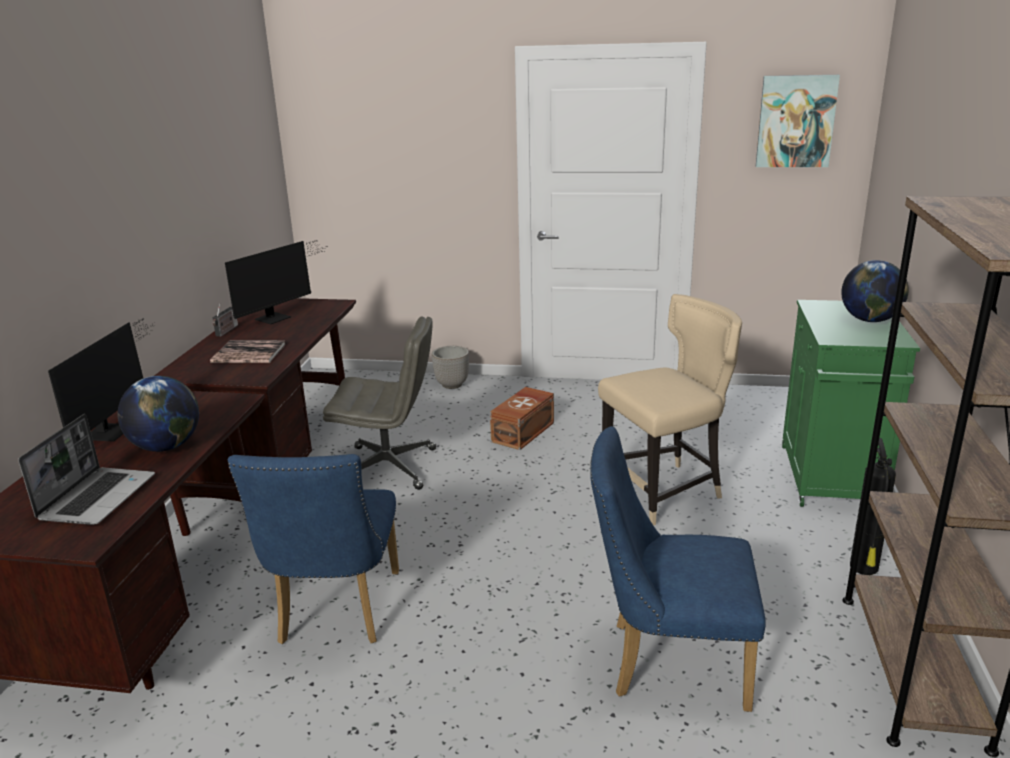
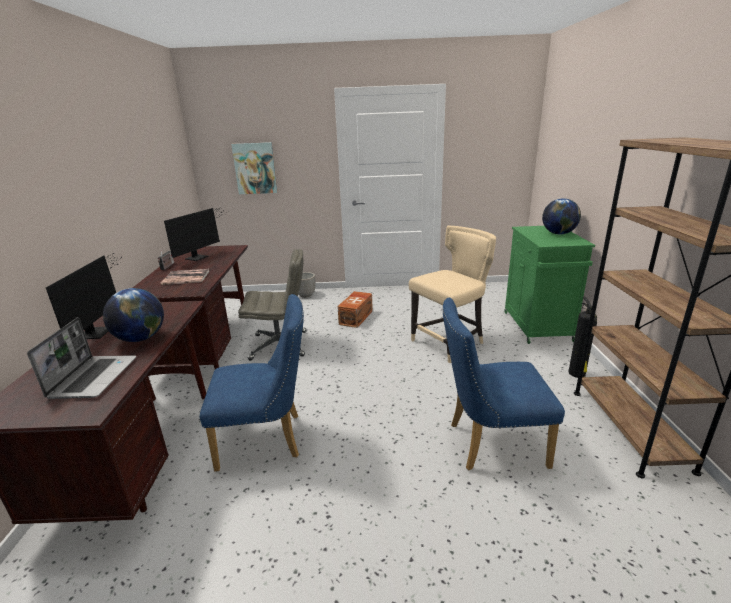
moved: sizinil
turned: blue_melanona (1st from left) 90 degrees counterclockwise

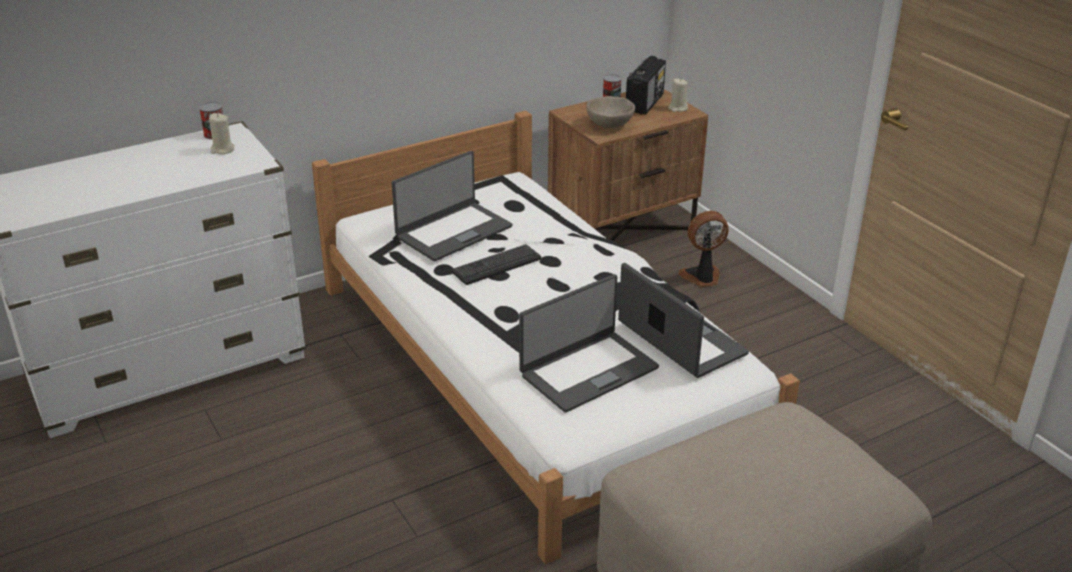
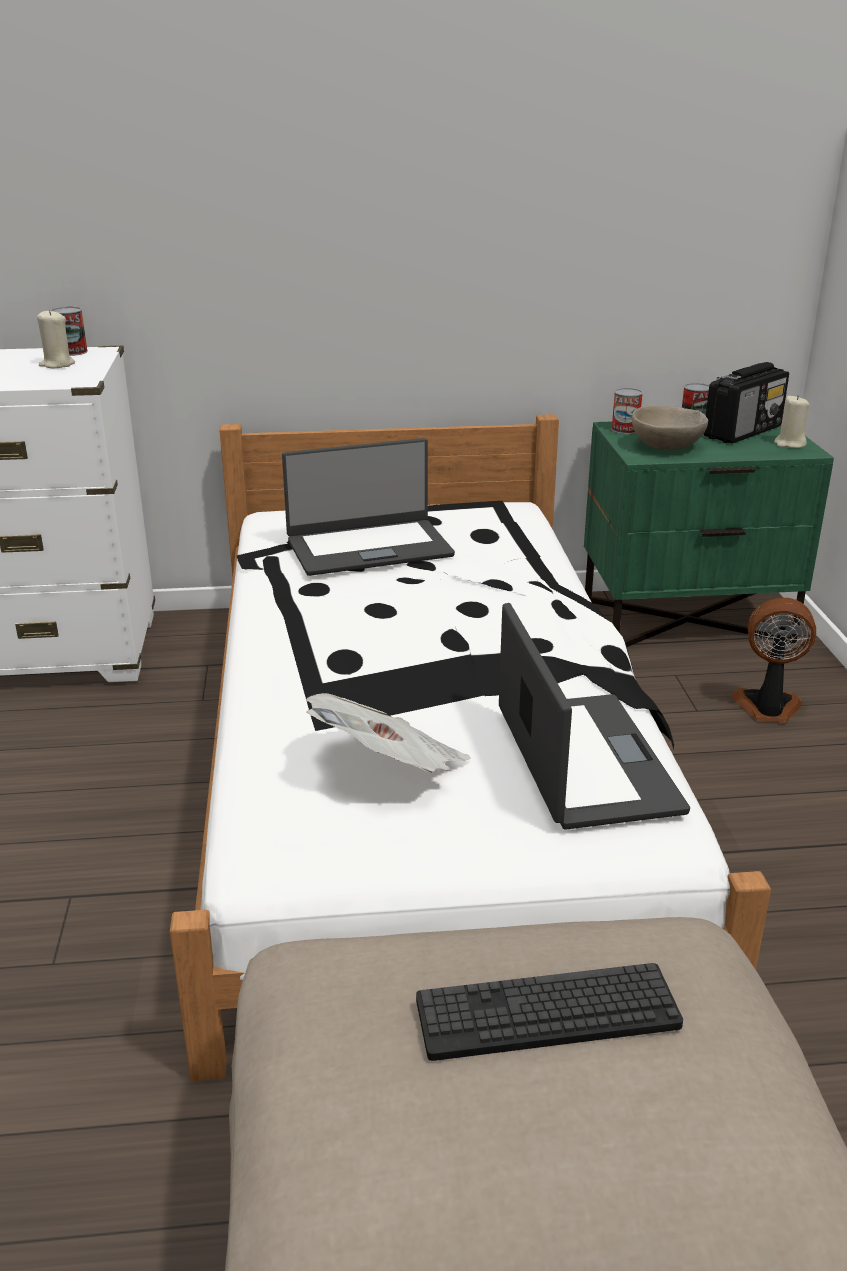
added: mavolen (2nd from left)
moved: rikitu
replaced: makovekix (2nd from left) to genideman
recoloured: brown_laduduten to green_laduduten

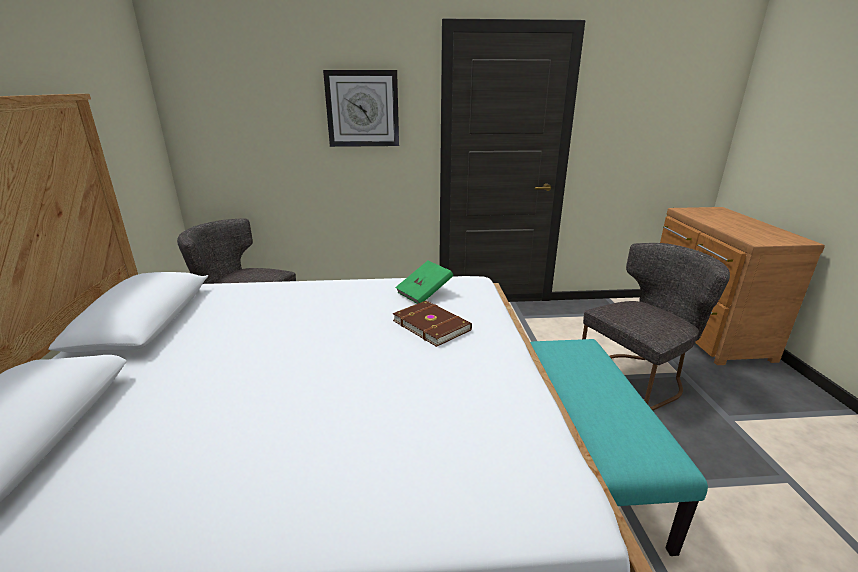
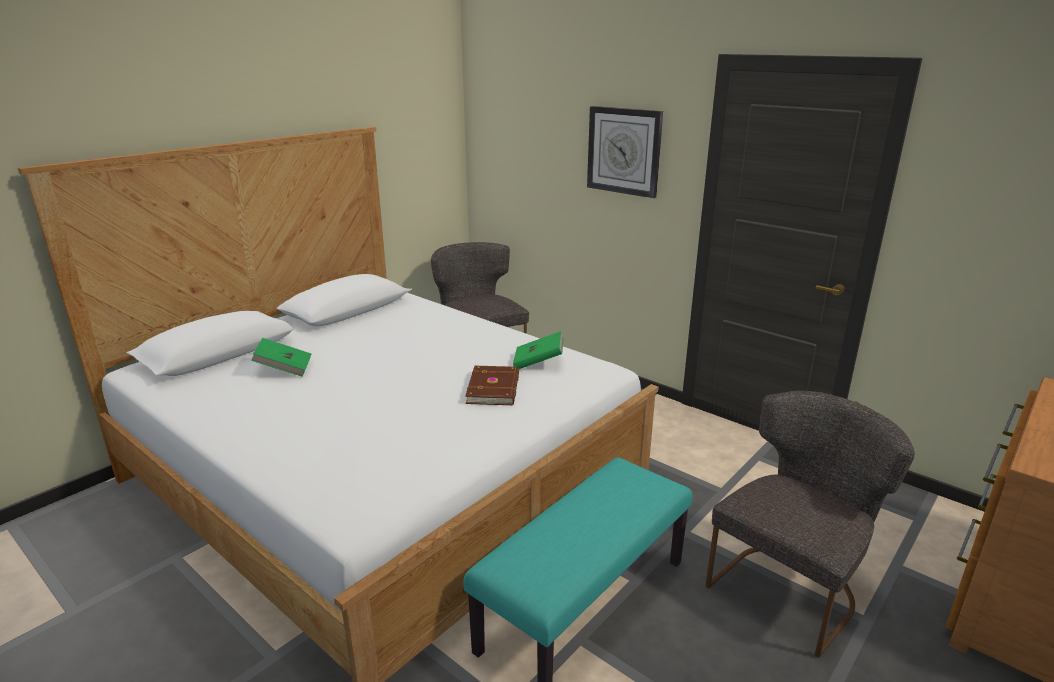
added: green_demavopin (1st from left)
turned: grey_melanona (2nd from left) 60 degrees counterclockwise

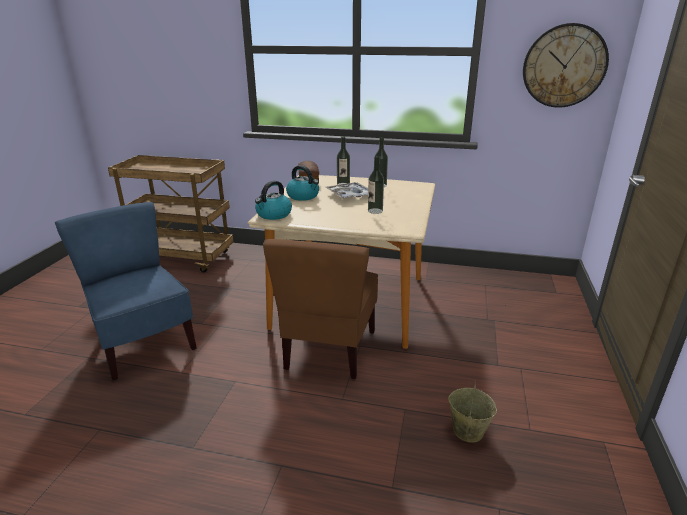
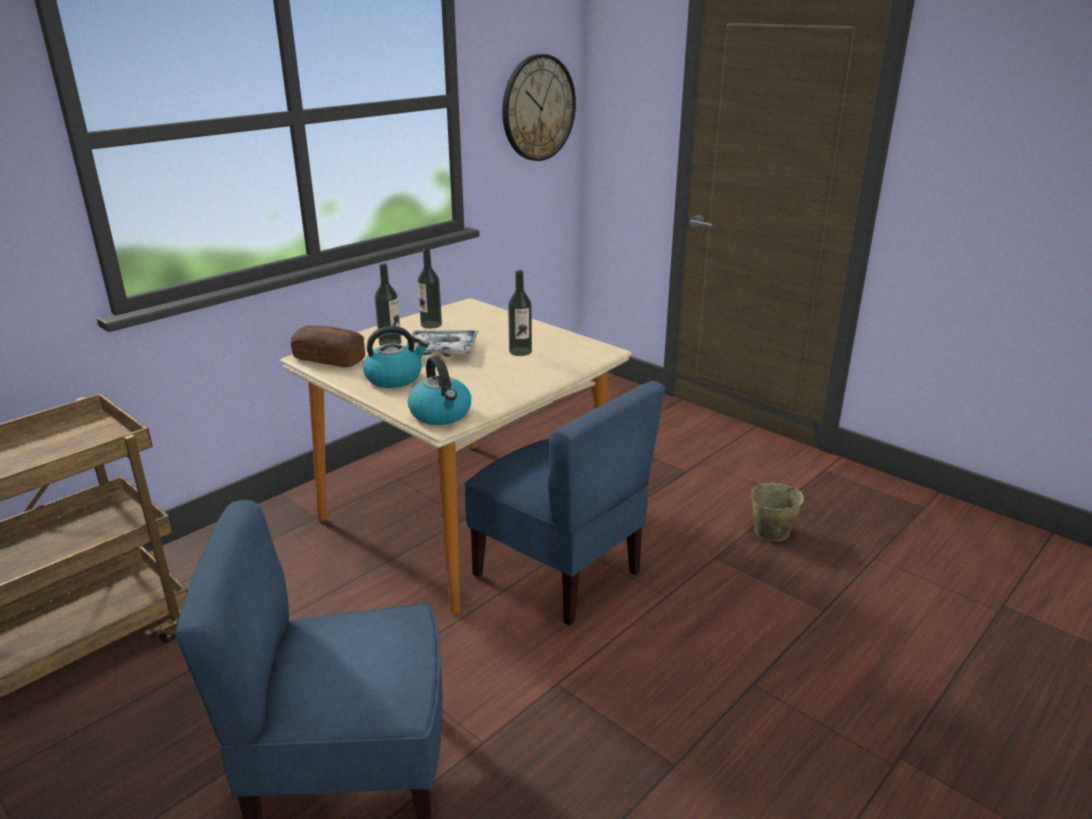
recoloured: brown_melanona to blue_melanona (2nd from left)

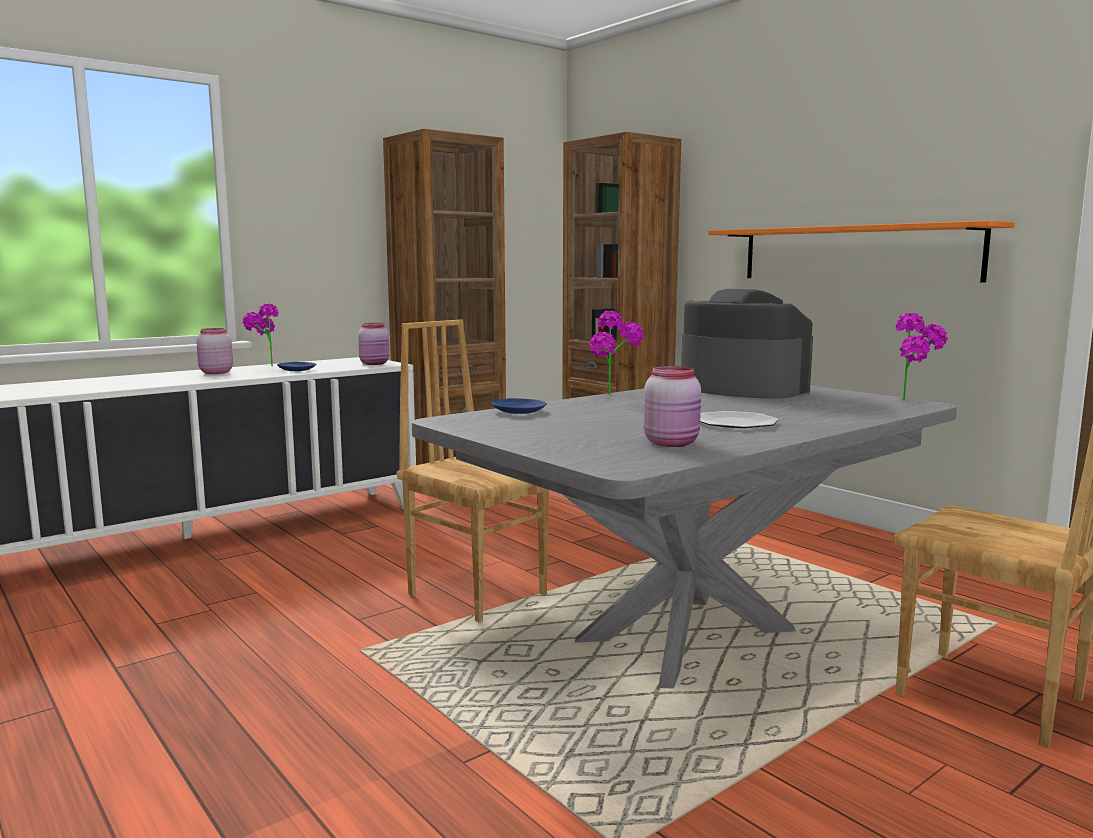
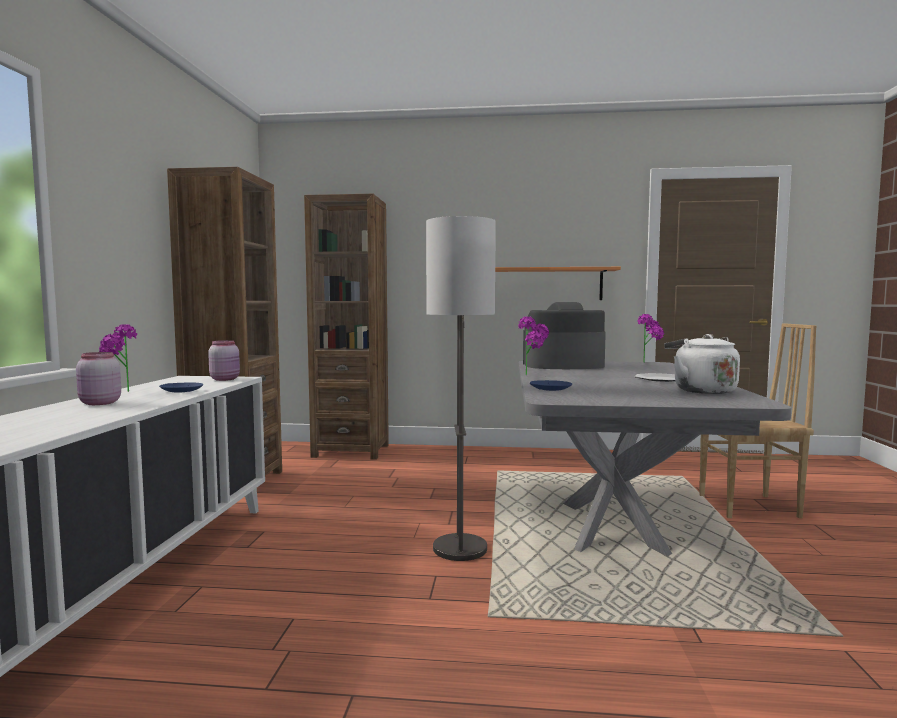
replaced: brown_melanona (1st from left) to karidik; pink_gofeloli (3rd from left) to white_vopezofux

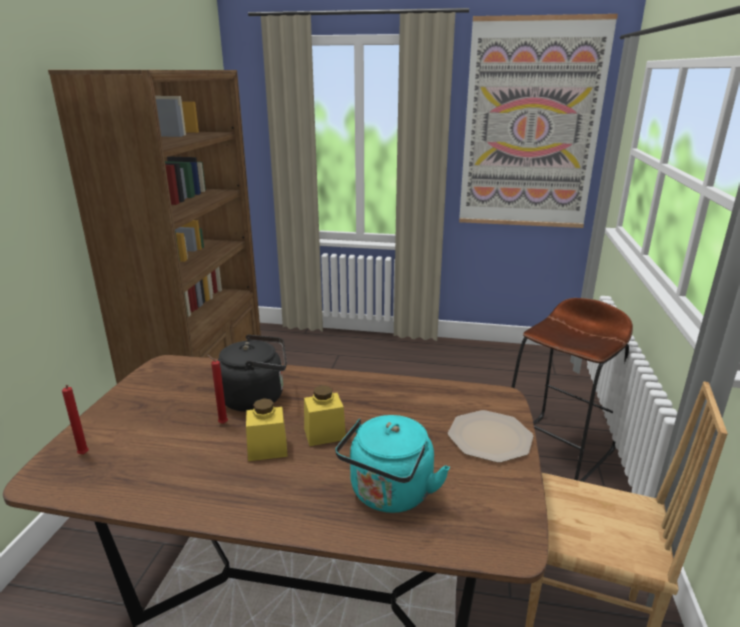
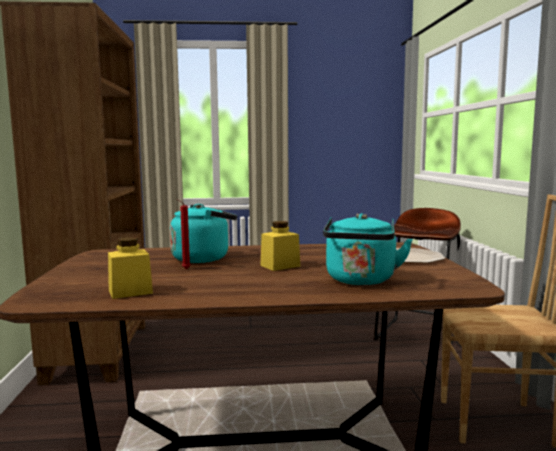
removed: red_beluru (1st from left); sizinil
moved: yellow_gofeloli (1st from left)
recoloured: black_vopezofux to turquoise_vopezofux (1st from left)

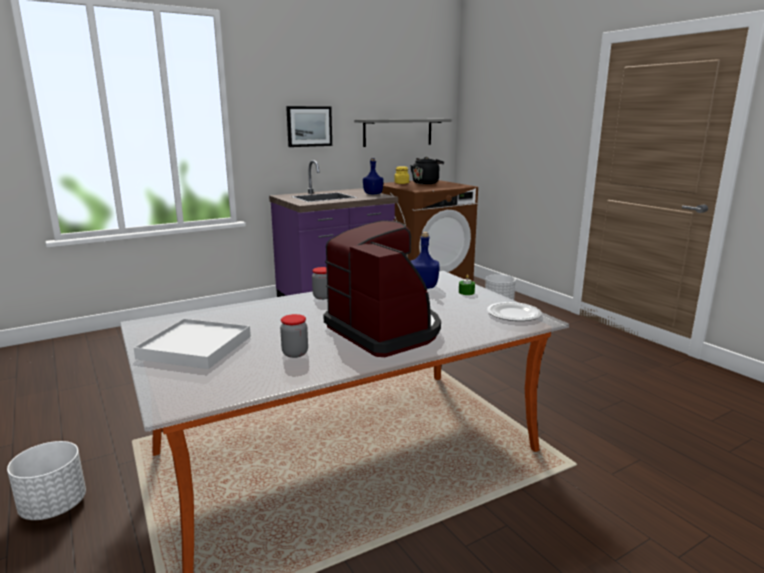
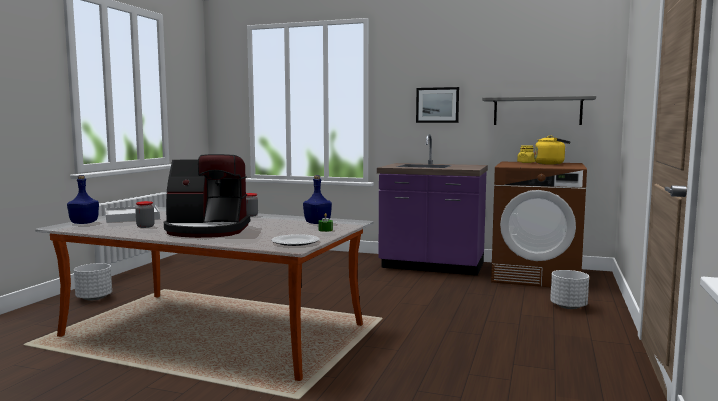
moved: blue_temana (1st from left)
recoloured: black_vopezofux to yellow_vopezofux
turned: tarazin 75 degrees clockwise

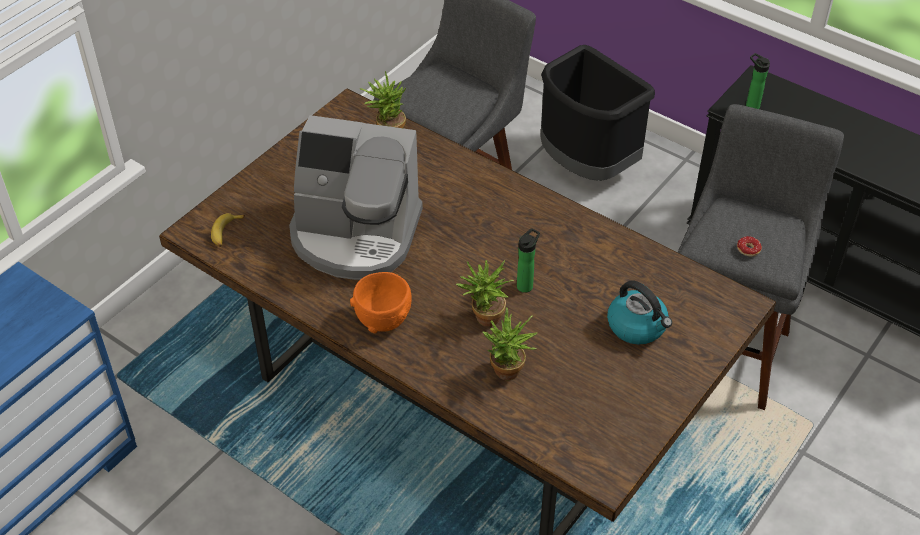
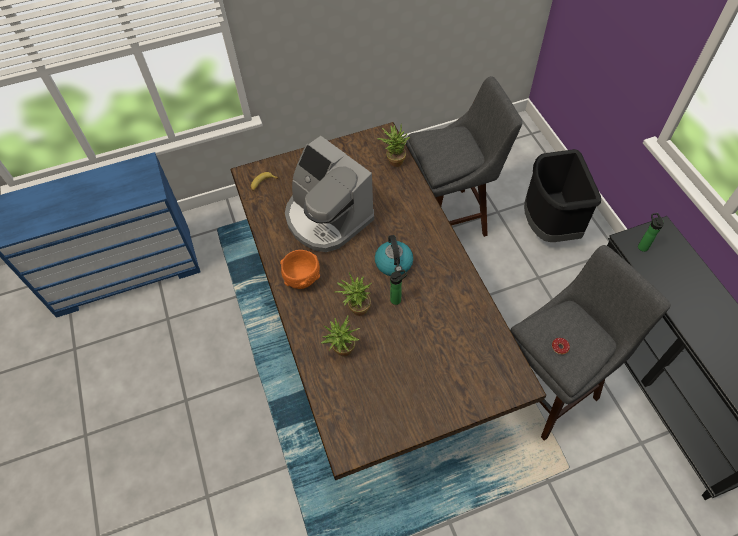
moved: vopezofux

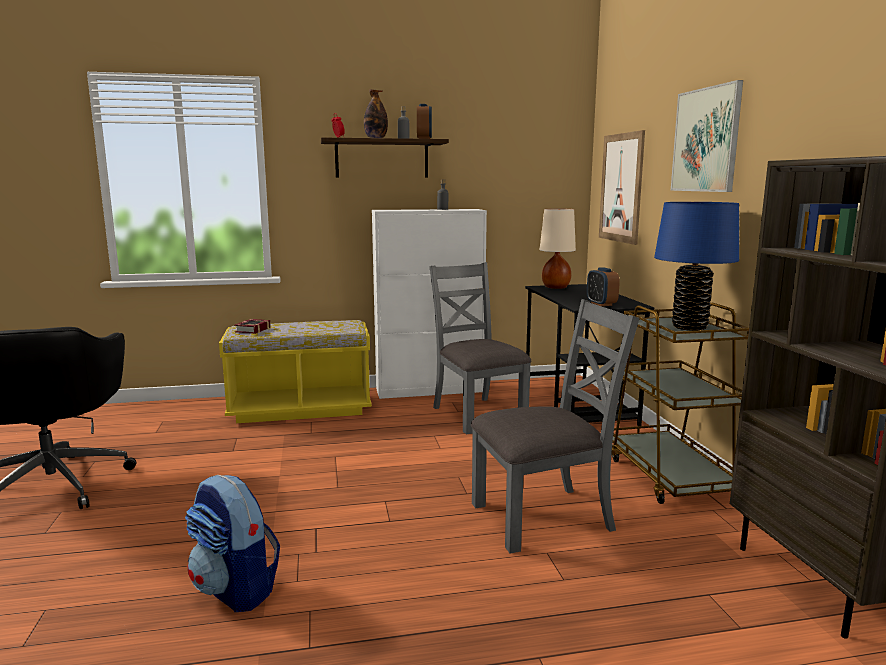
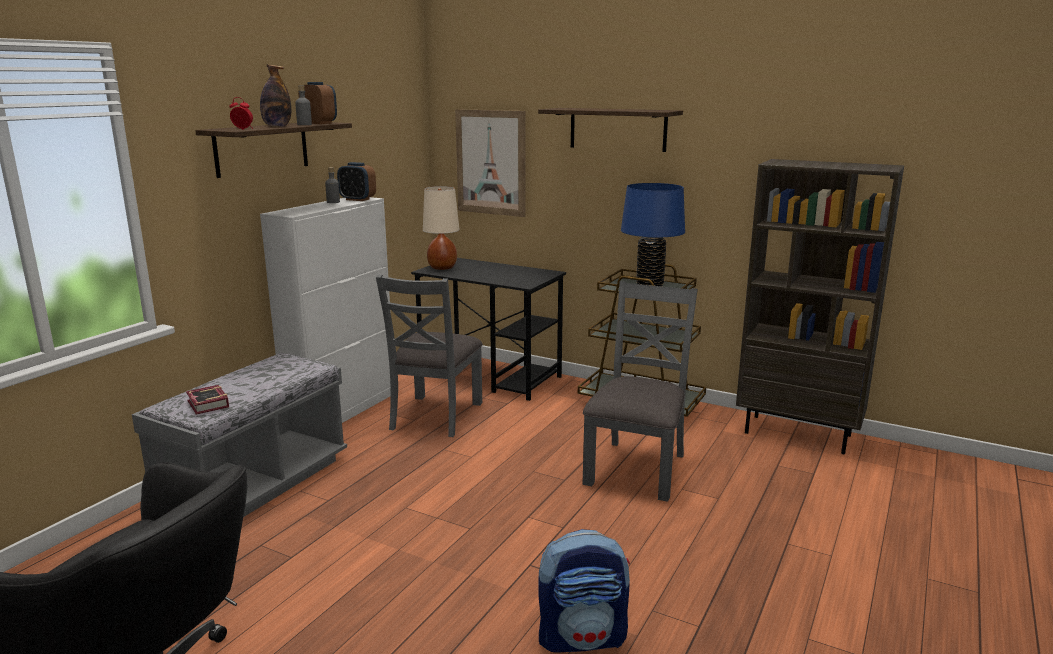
moved: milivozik (3rd from left)
replaced: sizinil (2nd from left) to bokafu (2nd from left)
recoloured: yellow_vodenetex to grey_vodenetex
turned: grey_melanona (1st from left) 90 degrees counterclockwise

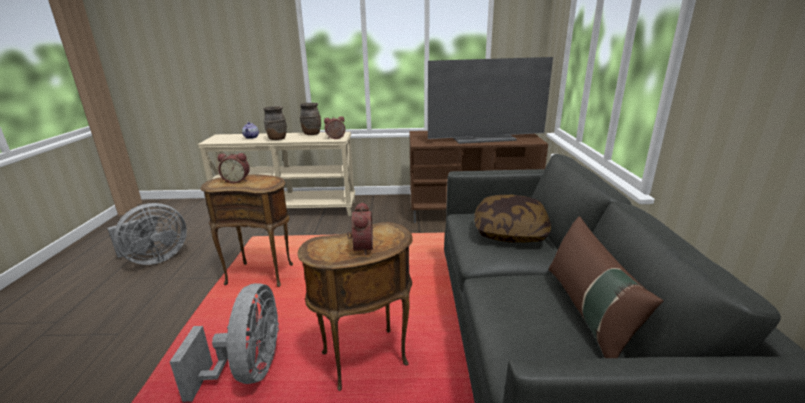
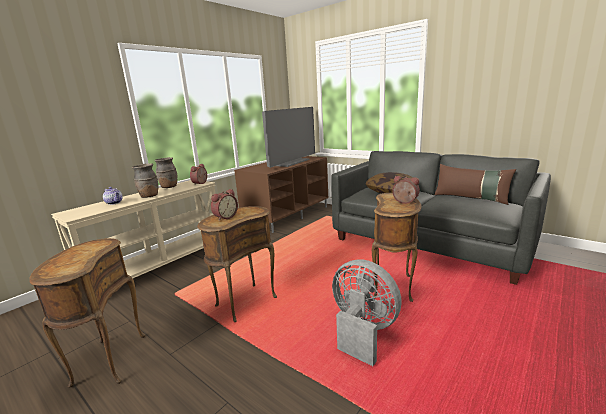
replaced: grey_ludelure (1st from left) to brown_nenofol (1st from left)

